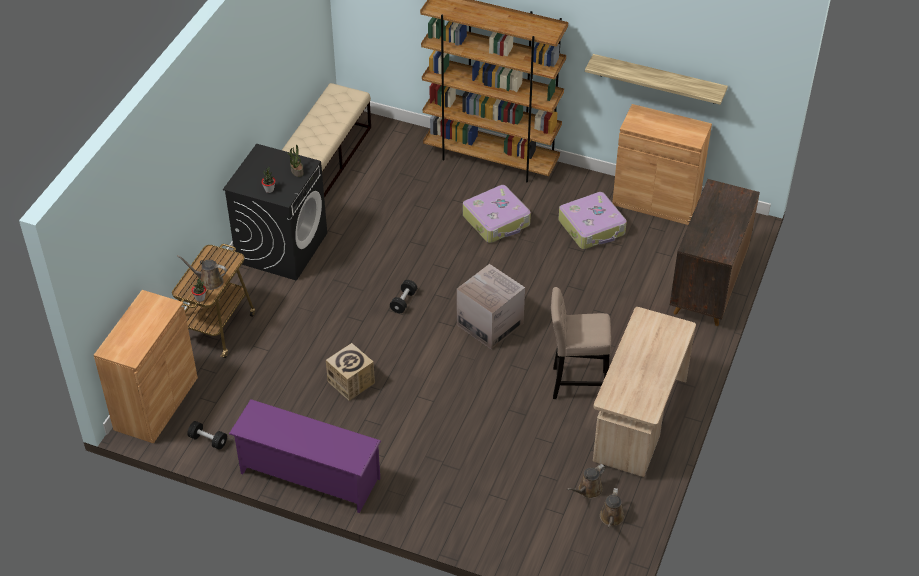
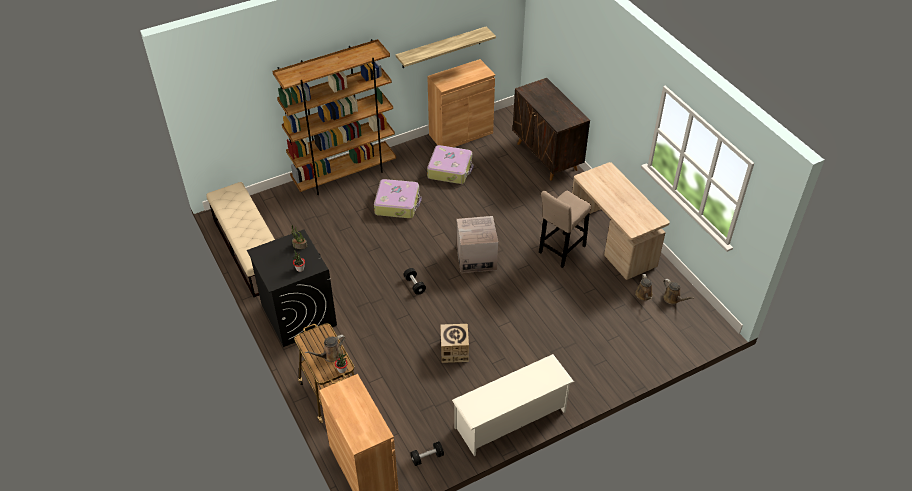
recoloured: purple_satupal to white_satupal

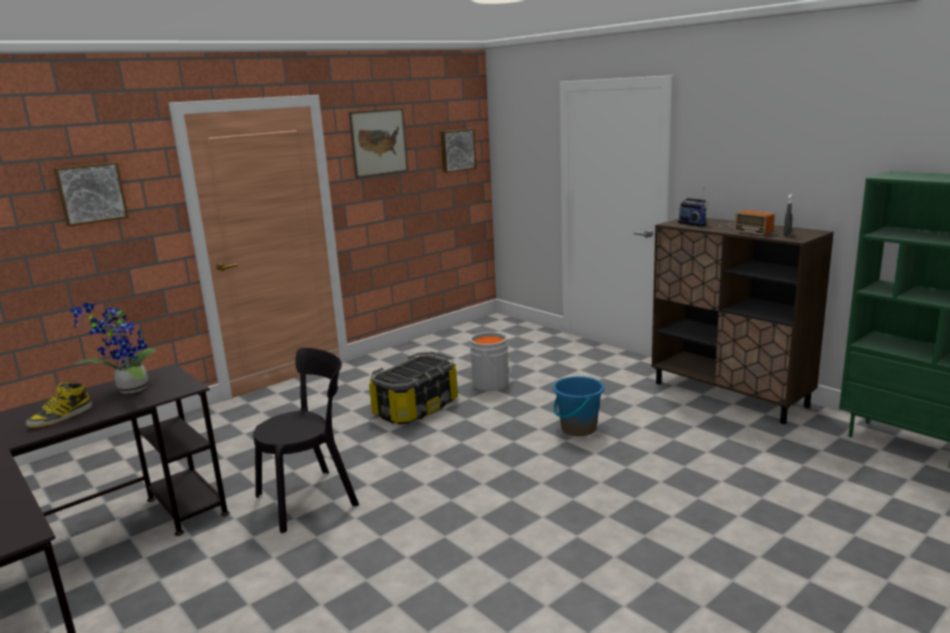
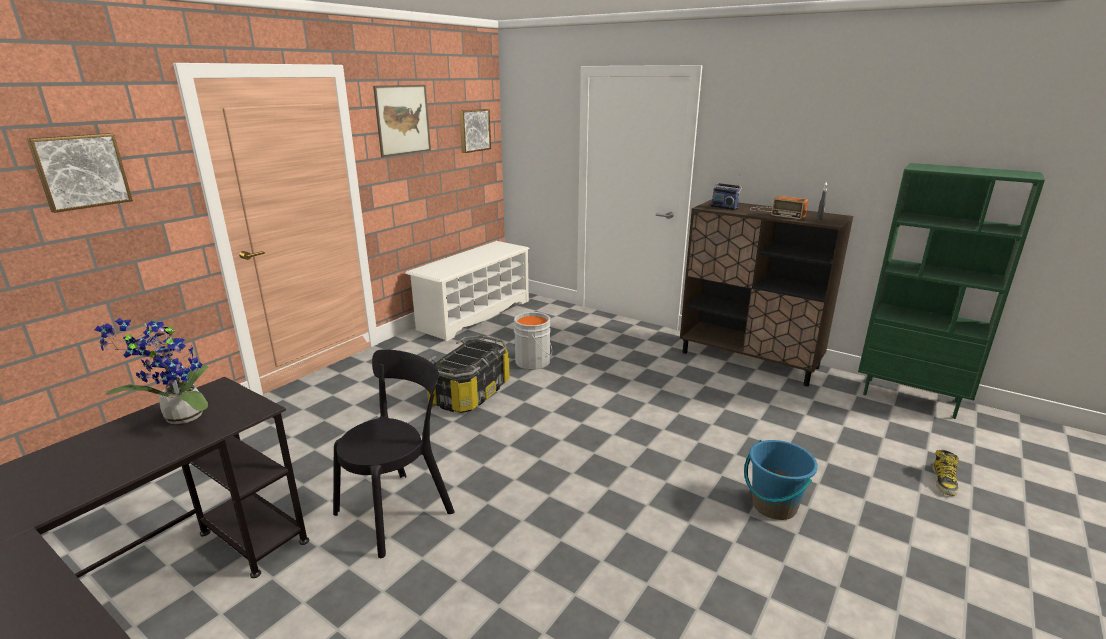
added: white_satupal
moved: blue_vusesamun; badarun

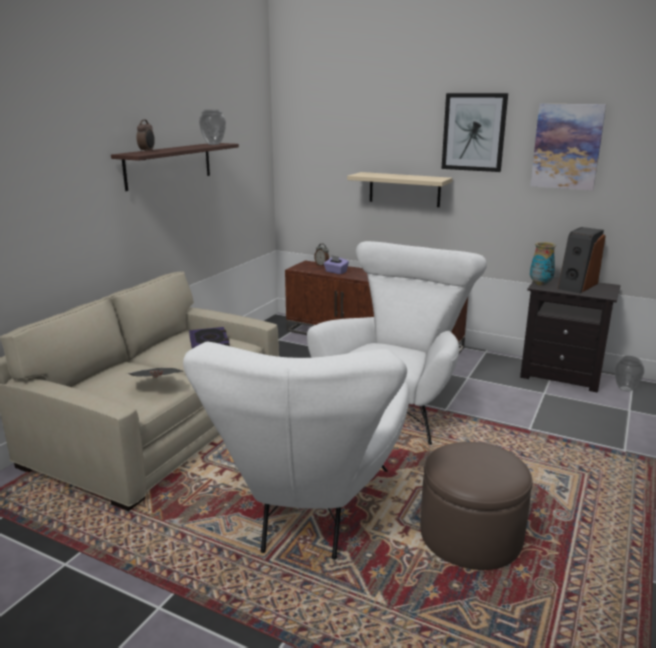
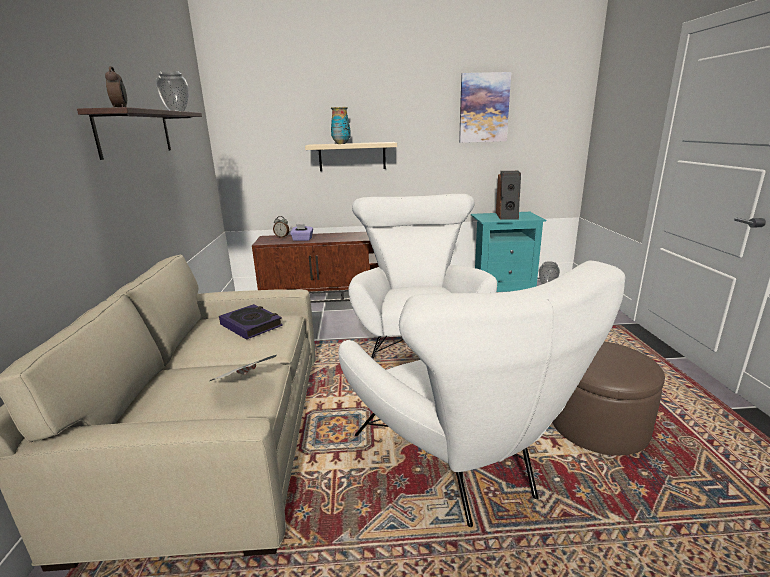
removed: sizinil (1st from left)
moved: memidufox (2nd from left)
recoloured: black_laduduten to turquoise_laduduten

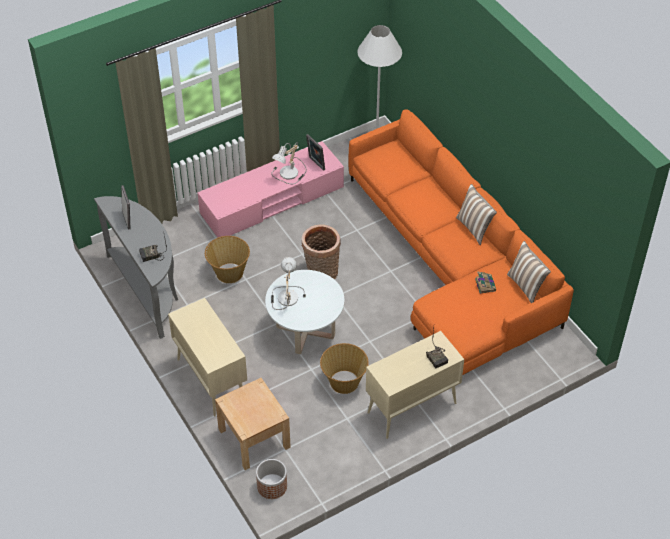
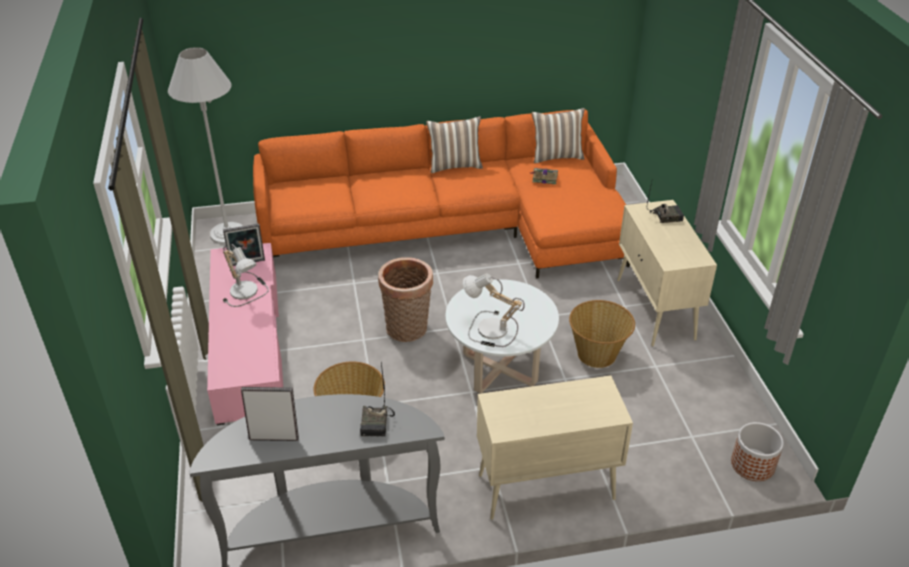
removed: beige_laduduten

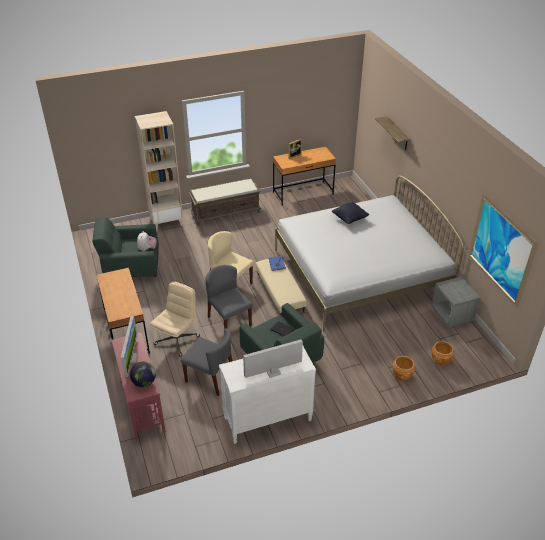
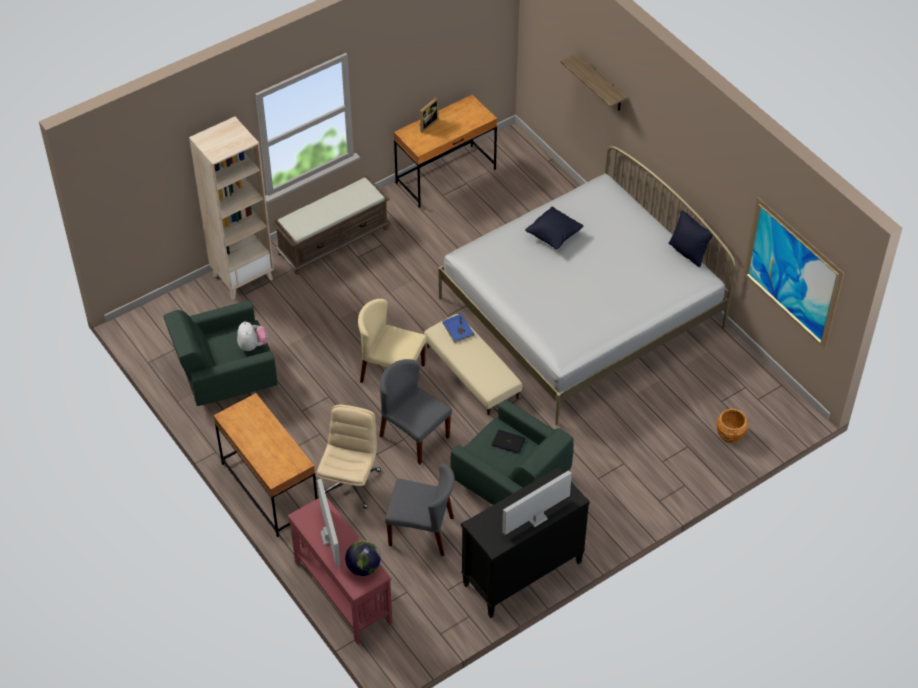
removed: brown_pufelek (1st from left); grey_laduduten
added: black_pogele (2nd from left)
recoloured: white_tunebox to black_tunebox

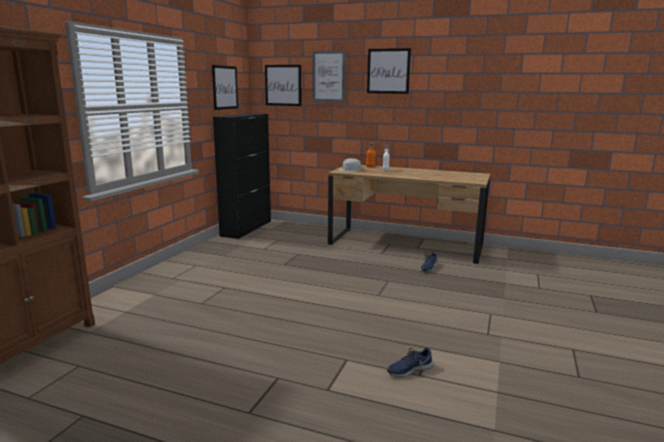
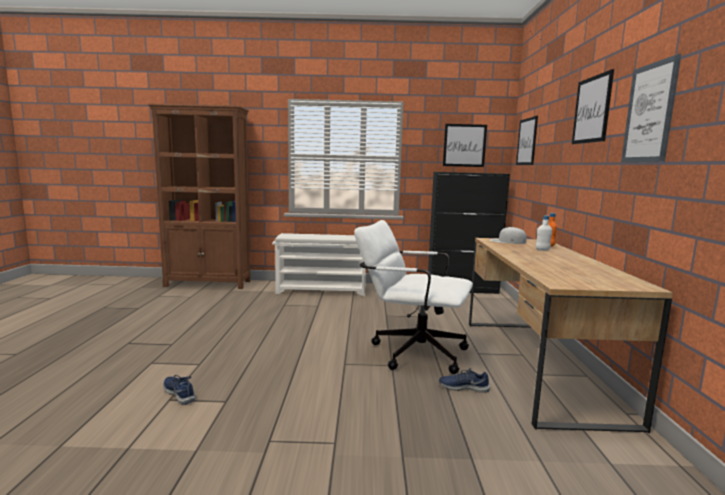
added: white_satupal; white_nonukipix
moved: sizinil (3rd from left in the first image) to sizinil (4th from left)

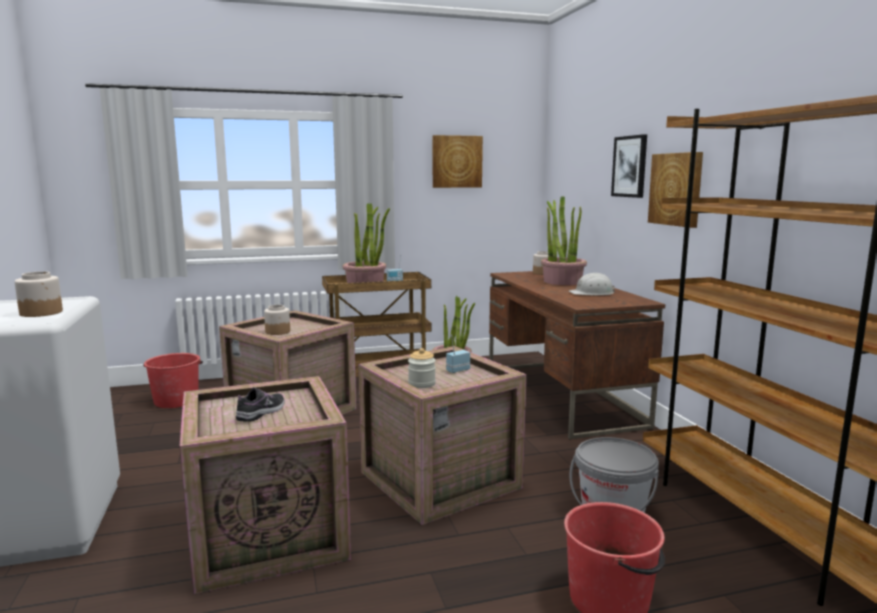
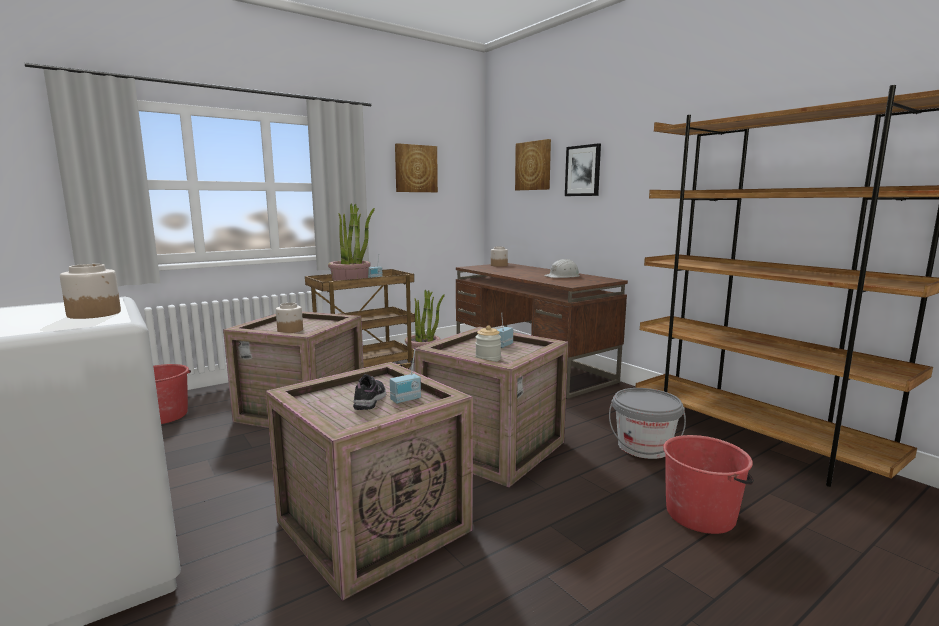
removed: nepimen (3rd from left)
added: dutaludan (2nd from left)
moved: sizinil (3rd from left in the first image) to sizinil (2nd from left)

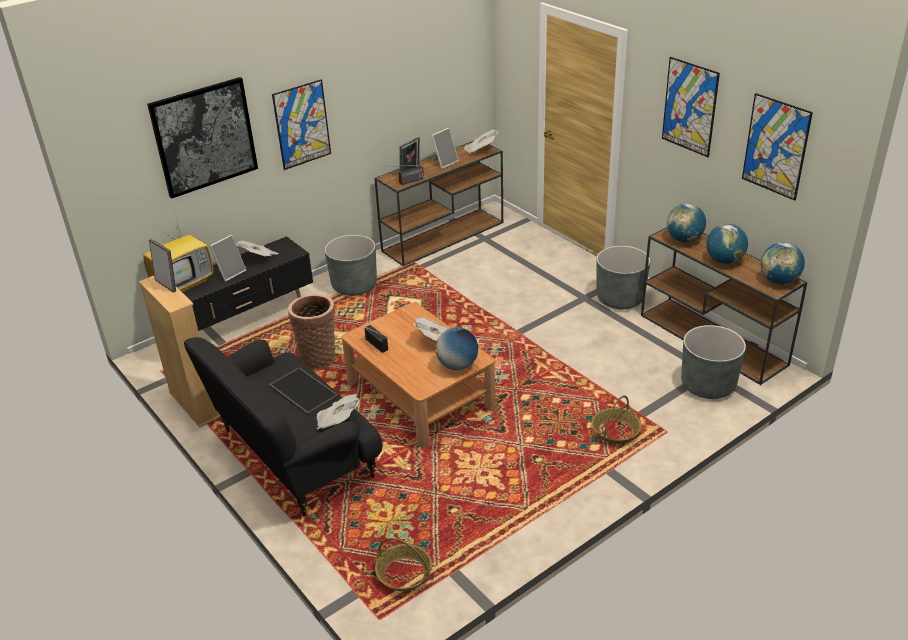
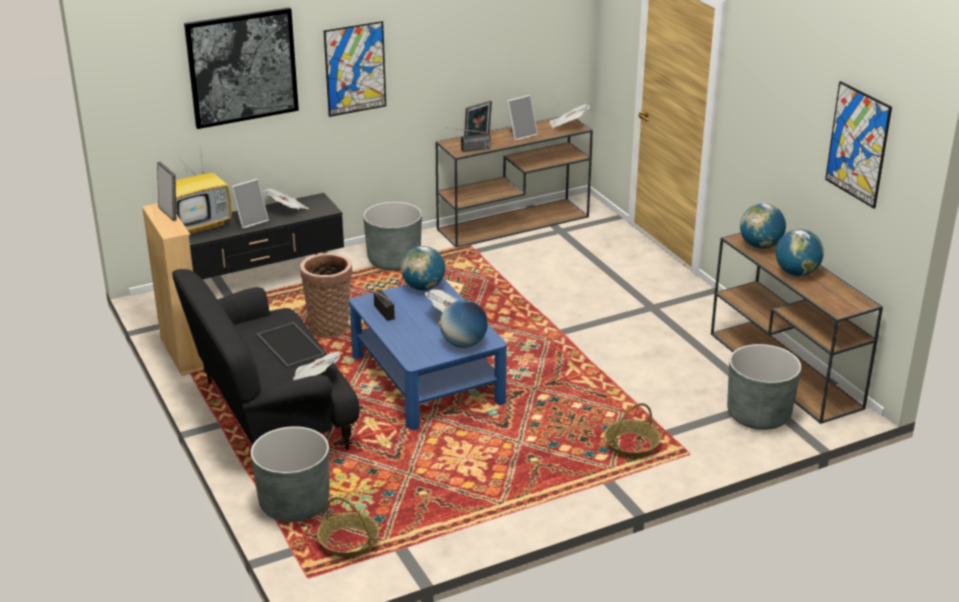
removed: sizinil (3rd from left)
moved: grey_pufelek (2nd from left in the first image) to grey_pufelek (1st from left); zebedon (4th from left in the first image) to zebedon (1st from left)
recoloured: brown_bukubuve to blue_bukubuve

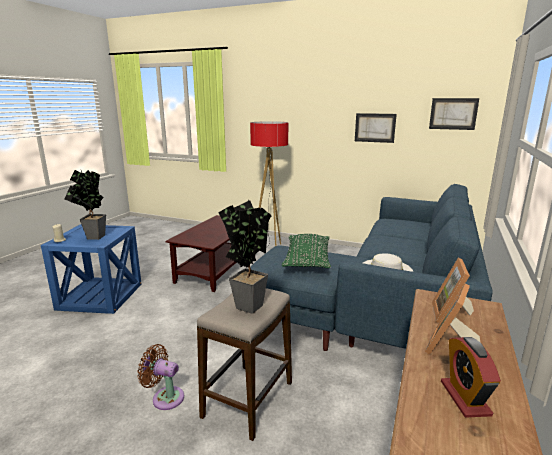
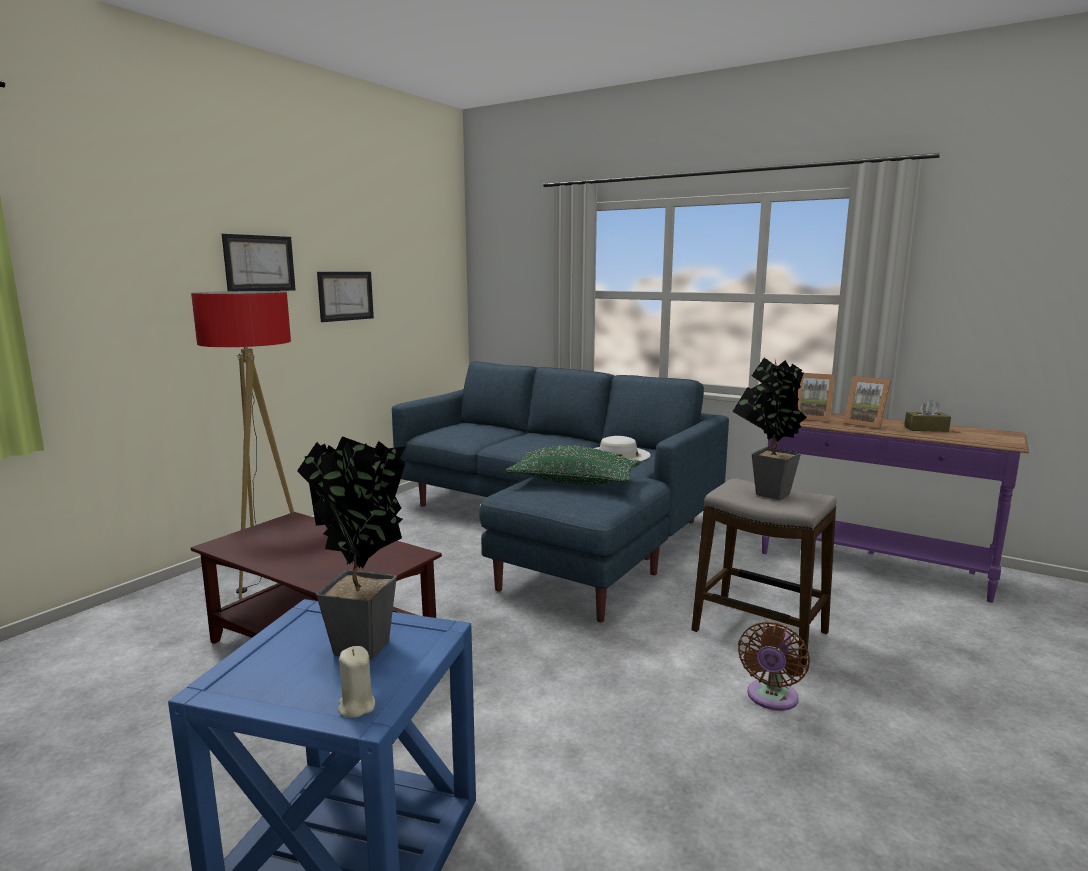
moved: sizinil (2nd from left in the first image) to sizinil (1st from left)
replaced: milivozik to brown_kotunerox

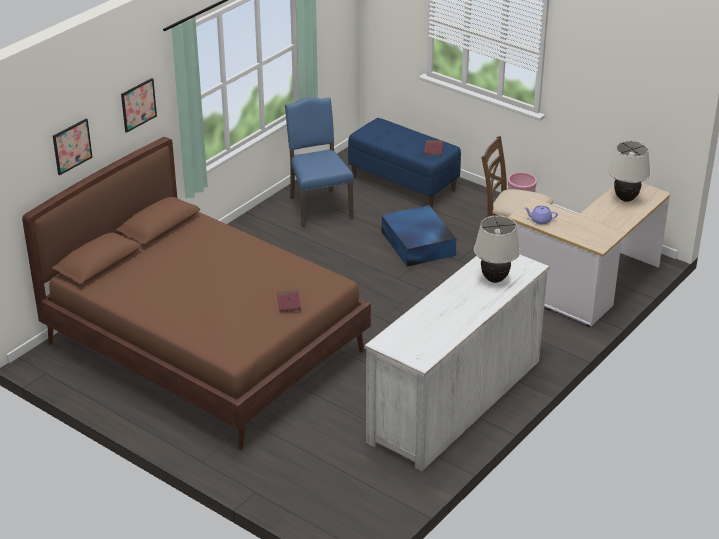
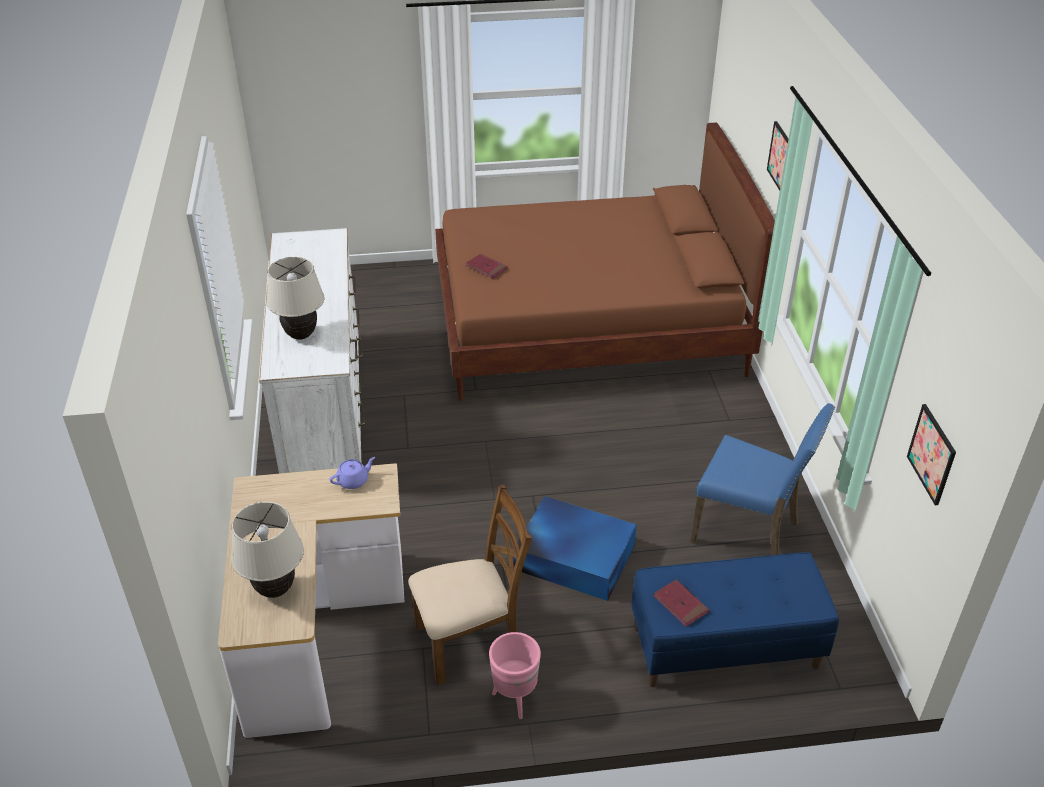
moved: sizinil (1st from left in the first image) to sizinil (2nd from left)

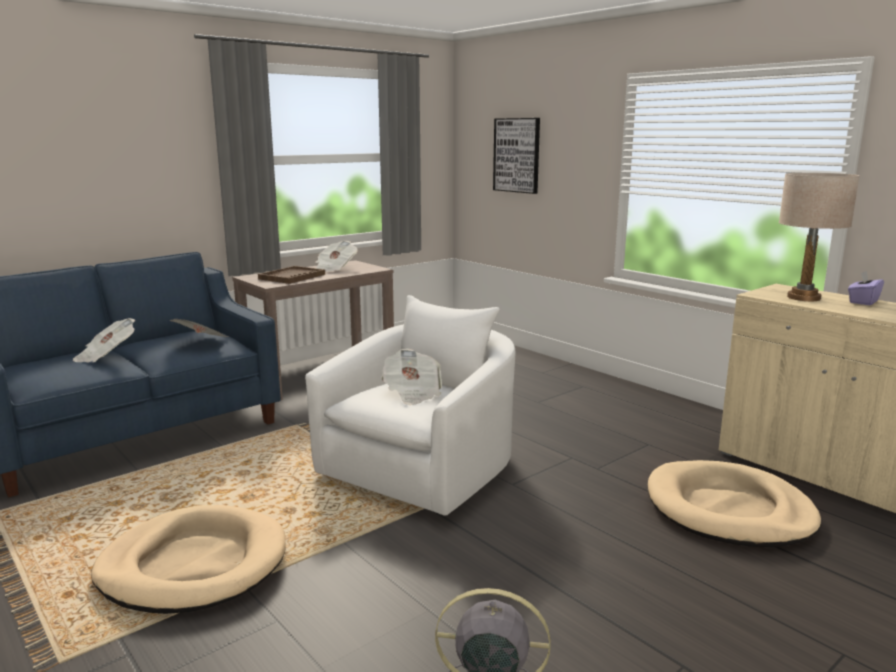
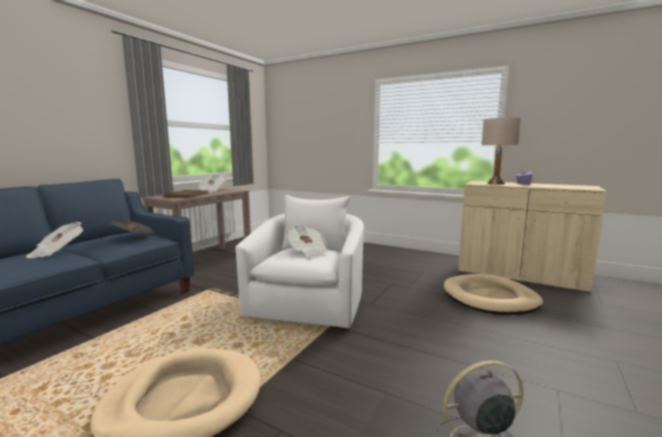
removed: sizinil

